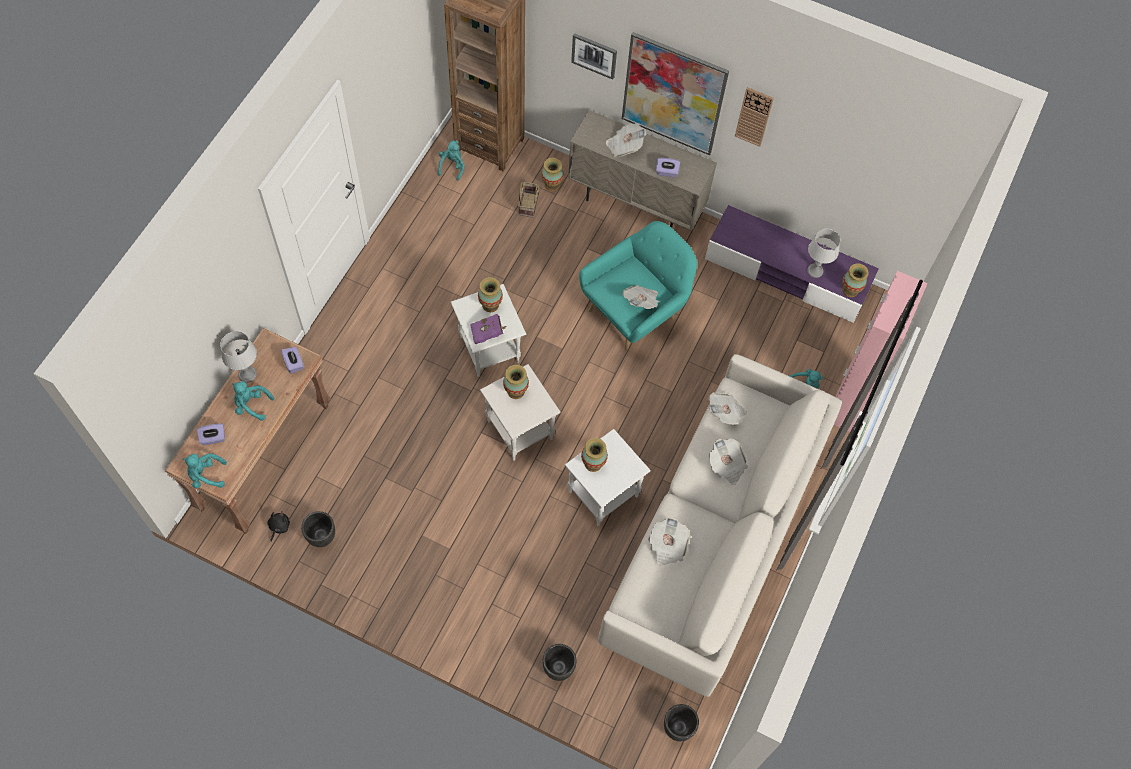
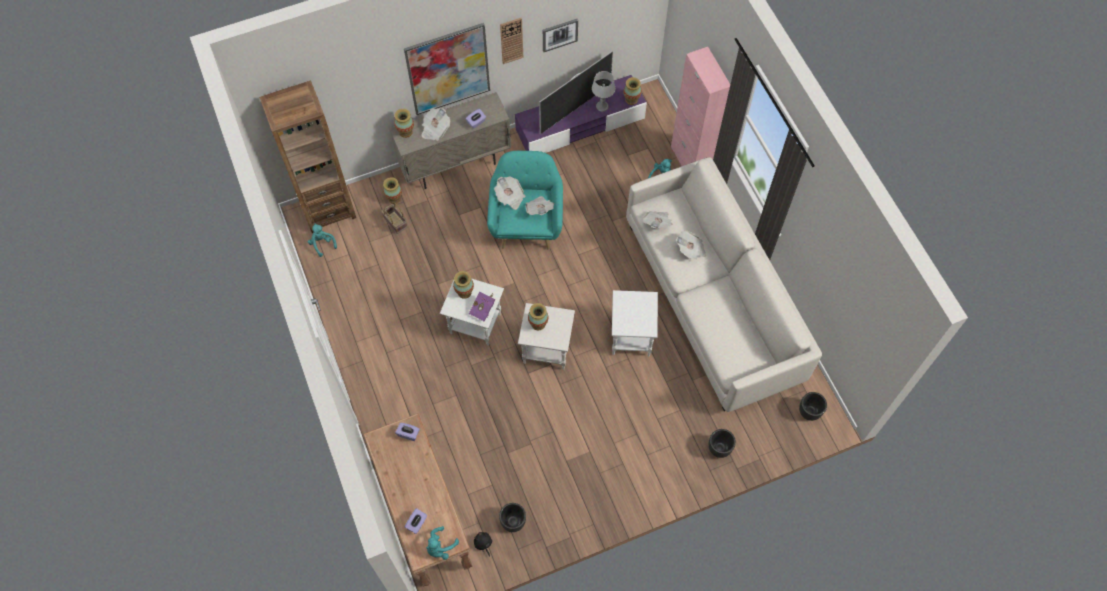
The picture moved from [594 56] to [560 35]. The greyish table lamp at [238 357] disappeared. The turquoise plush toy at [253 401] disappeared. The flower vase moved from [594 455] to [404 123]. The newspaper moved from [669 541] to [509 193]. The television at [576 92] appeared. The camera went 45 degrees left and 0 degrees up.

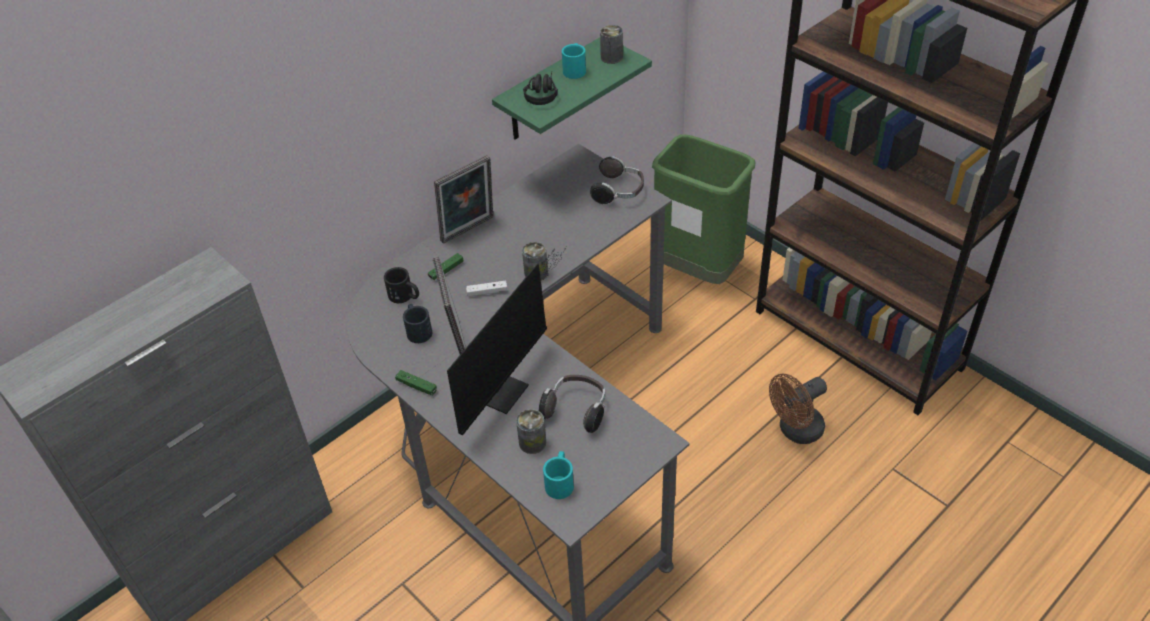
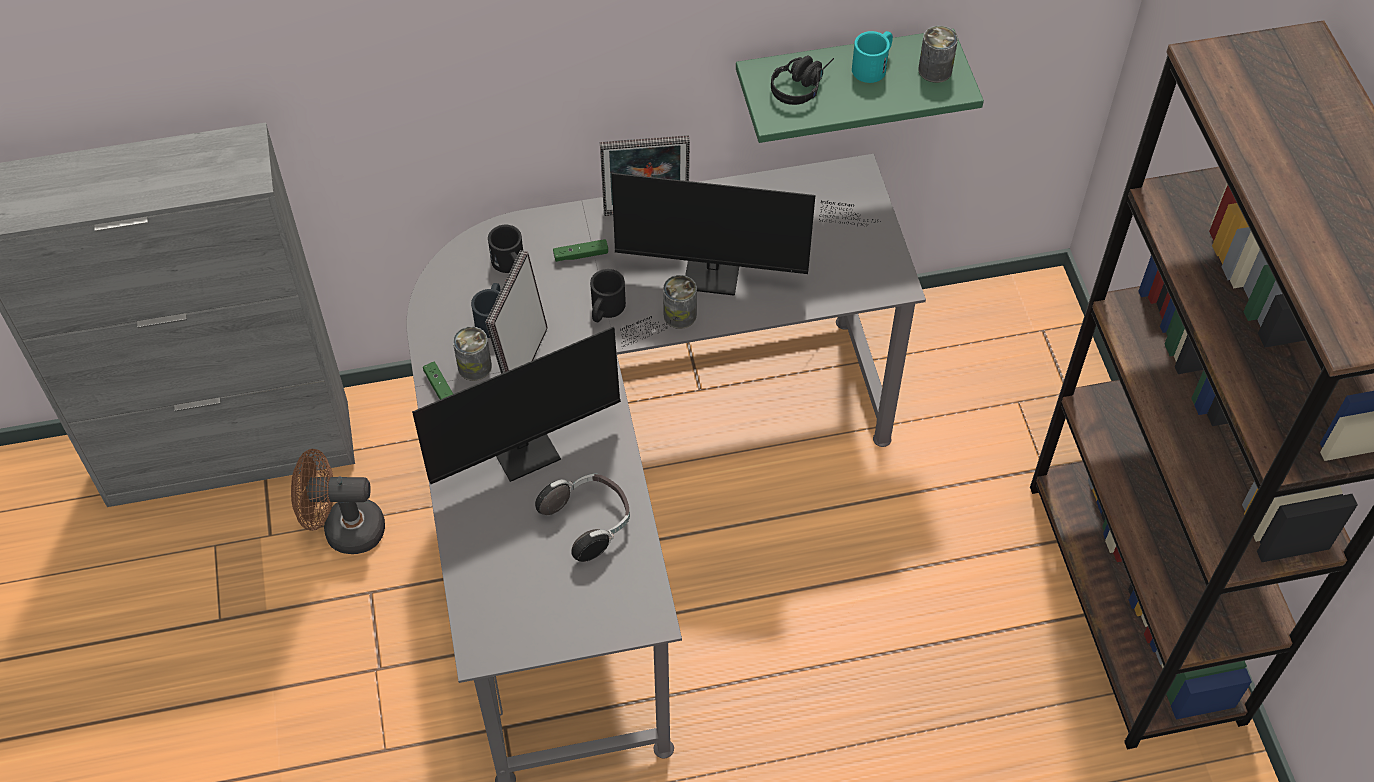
The green-coloured trash can at [703 209] disappeared. The headset at [617 180] disappeared. The white-coloured game controller at [486 289] was replaced by the black mug at [608 295]. The brownish electric fan moved from [798 408] to [338 501]. The sealed can moved from [531 431] to [472 354]. The turquoise mug at [558 475] disappeared. The computer screen at [744 234] appeared. The camera went 30 degrees right and 10 degrees up.

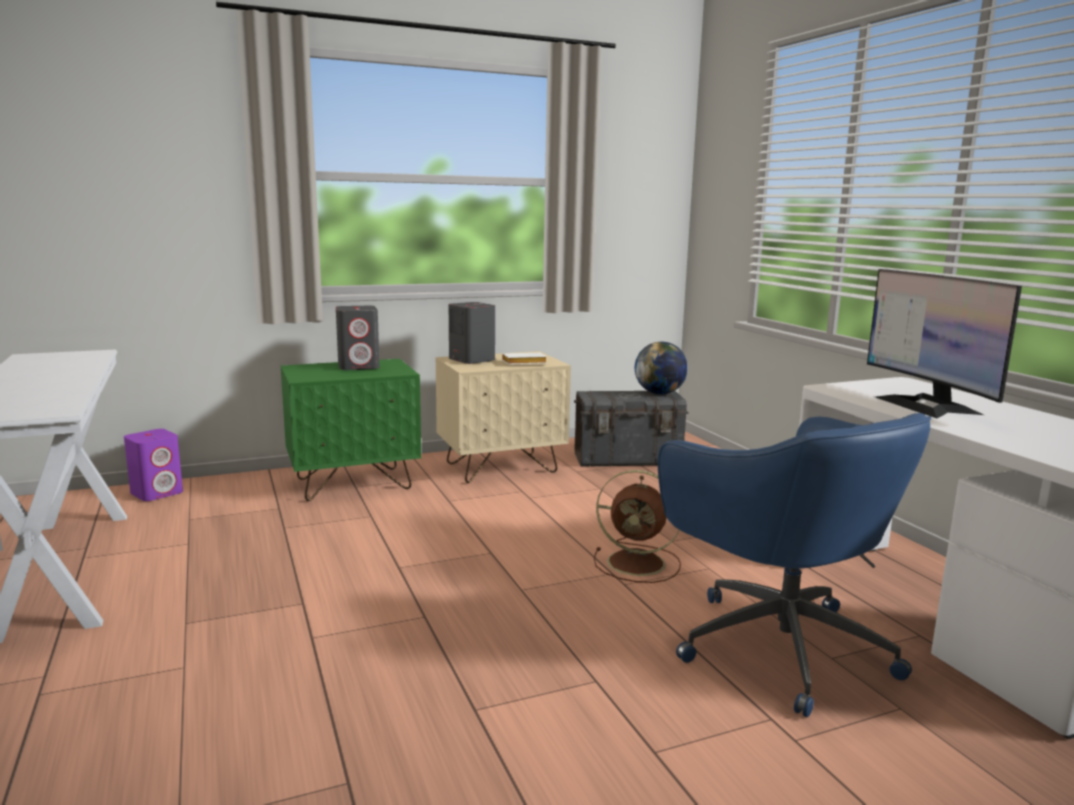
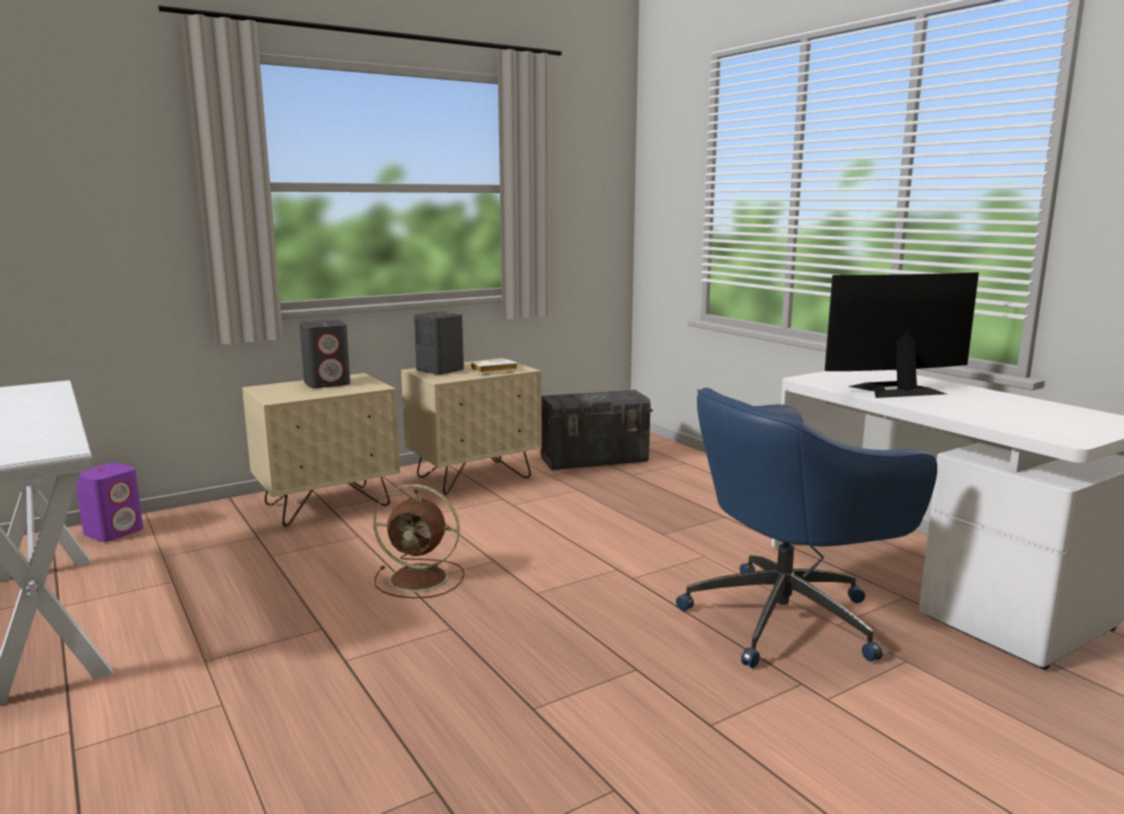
The computer screen at [944 343] turned 105 degrees clockwise. The desk globe at [661 368] disappeared. The green-coloured bedside table at [351 430] became the beige bedside table at [321 450]. The blue-coloured office chair at [794 565] turned 105 degrees clockwise. The brownish electric fan moved from [637 526] to [418 541]. The camera went 10 degrees left and 0 degrees up.

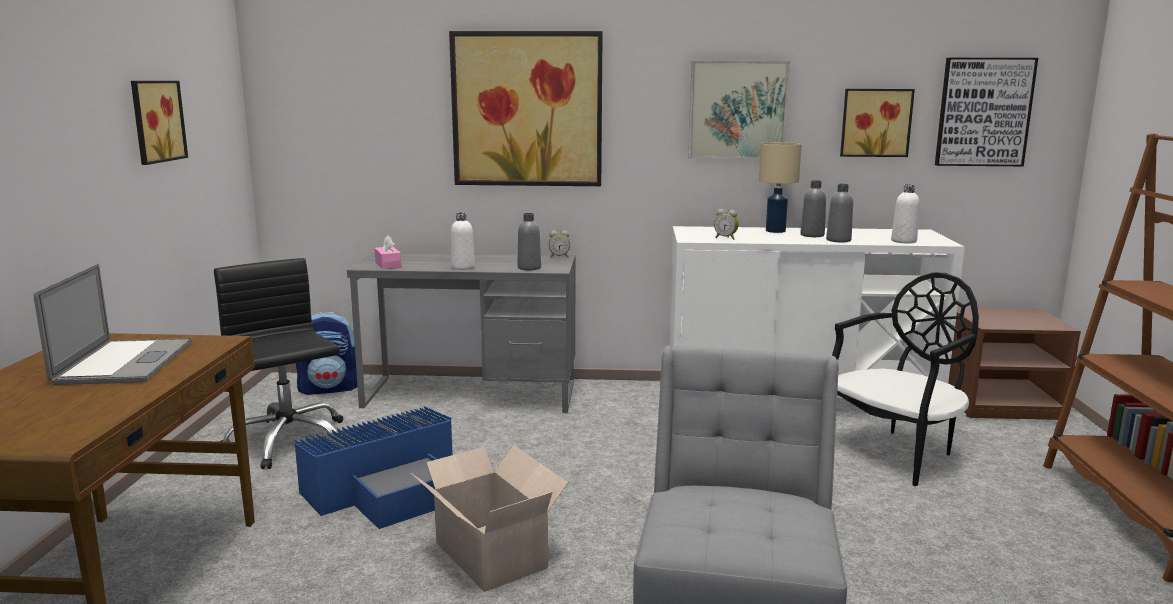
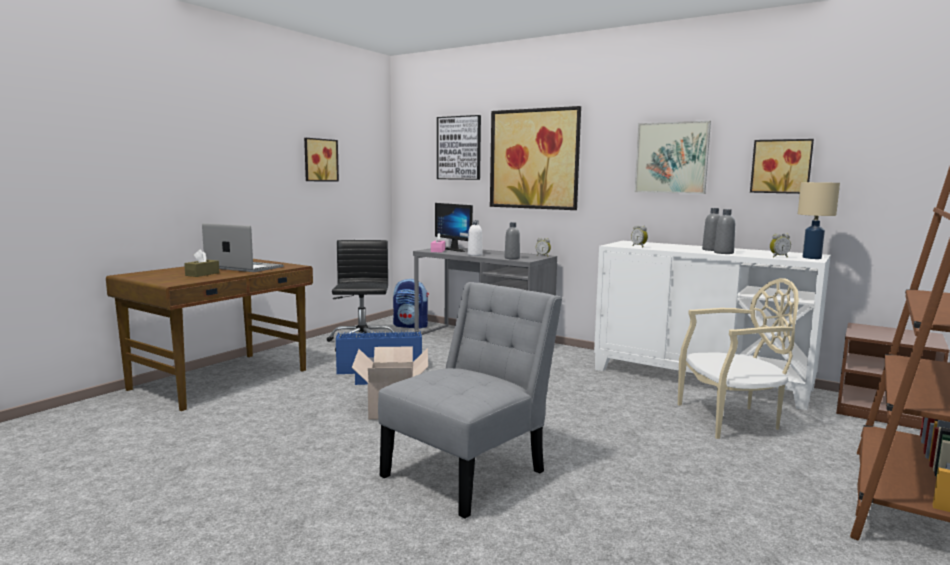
The picture moved from [986 112] to [459 147]. The beige table lamp moved from [780 187] to [819 220]. The white-coloured drink bottle at [905 213] was replaced by the bedside clock at [780 245]. The laptop at [113 324] turned 90 degrees counterclockwise. The black upright chair at [905 379] became the beige upright chair at [738 358]. The computer screen at [454 227] appeared. The brownish box of tissues at [201 263] appeared. The camera went 30 degrees right and 5 degrees down.

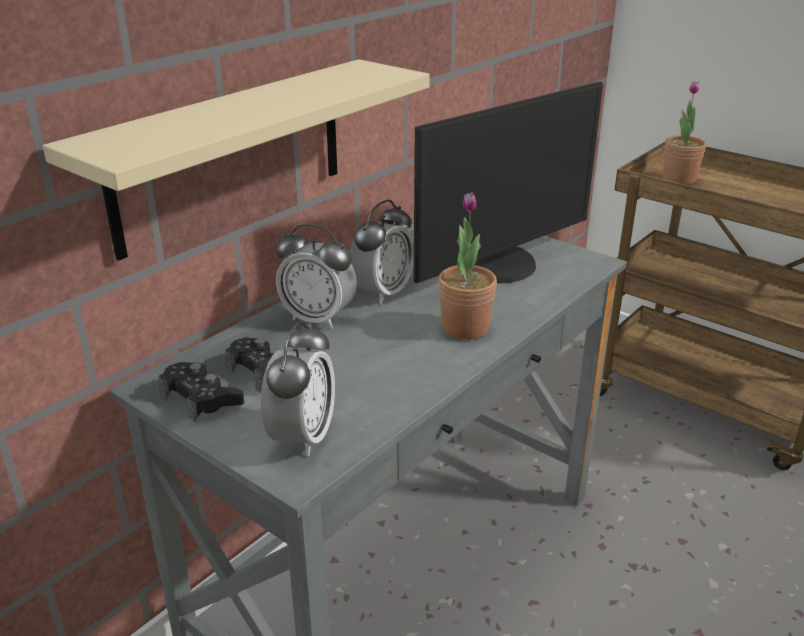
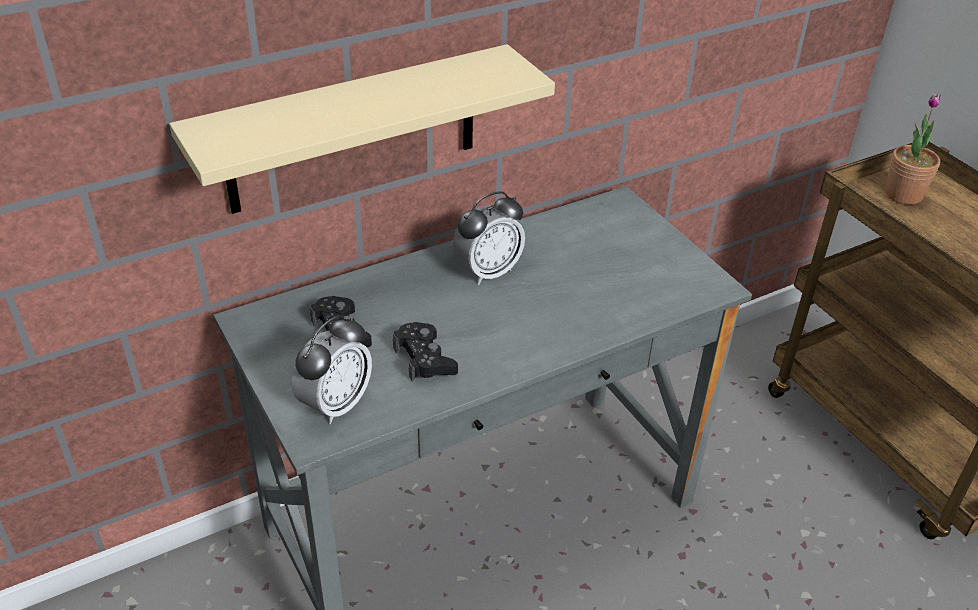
The computer screen at [508 182] disappeared. The potted plant at [467 266] disappeared. The bedside clock at [316 276] disappeared. The black game controller moved from [201 392] to [425 351]. The camera went 20 degrees right and 10 degrees up.

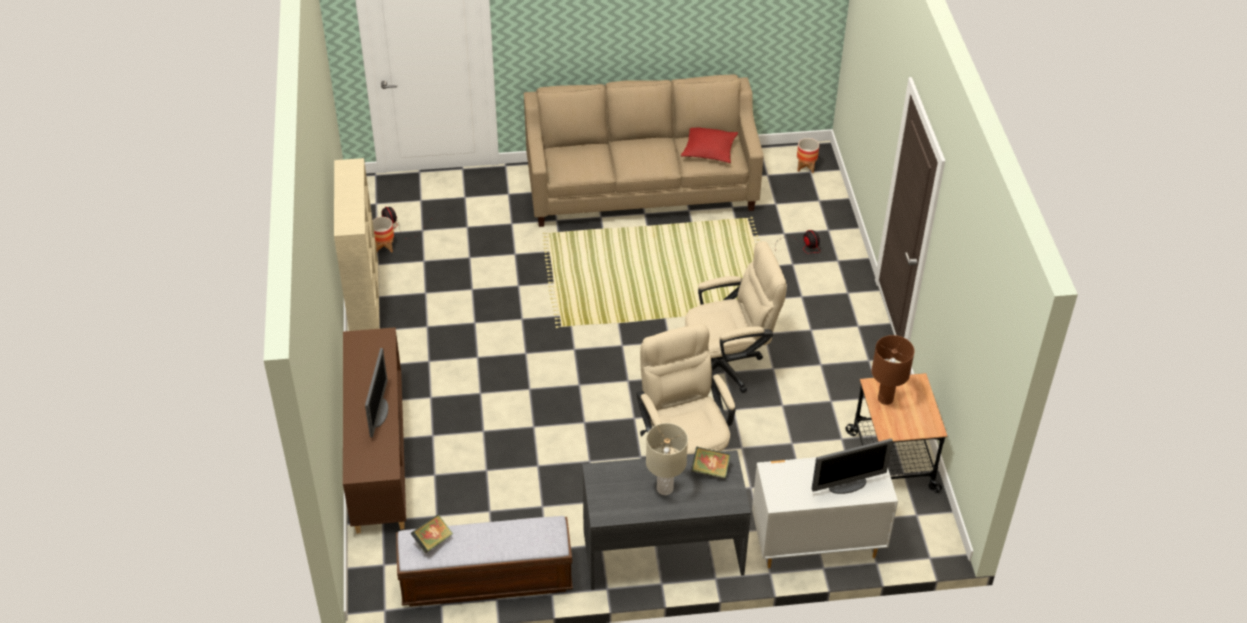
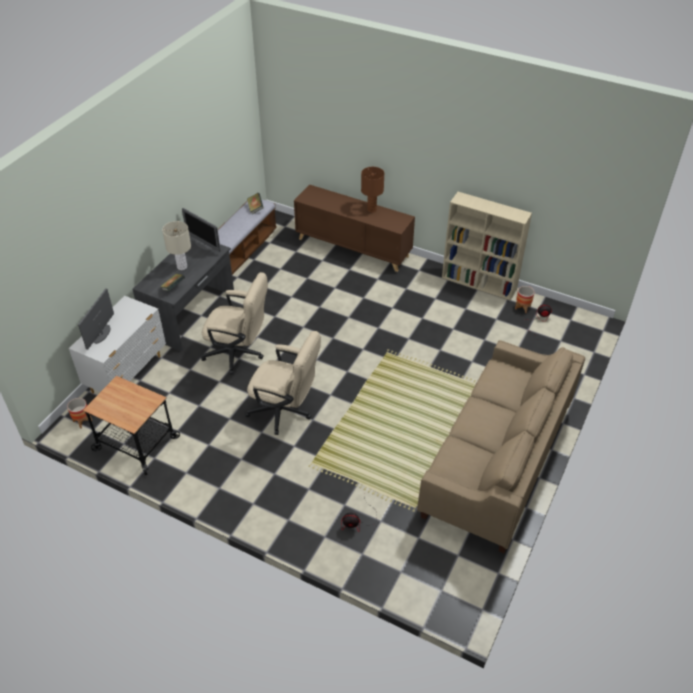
The red pillow at [709 145] disappeared. The plant pot moved from [808 155] to [79 413]. The beige office chair at [736 317] turned 90 degrees counterclockwise. The brownish table lamp moved from [893 370] to [372 190]. The computer screen moved from [376 392] to [201 230]. The camera went 125 degrees right and 0 degrees up.

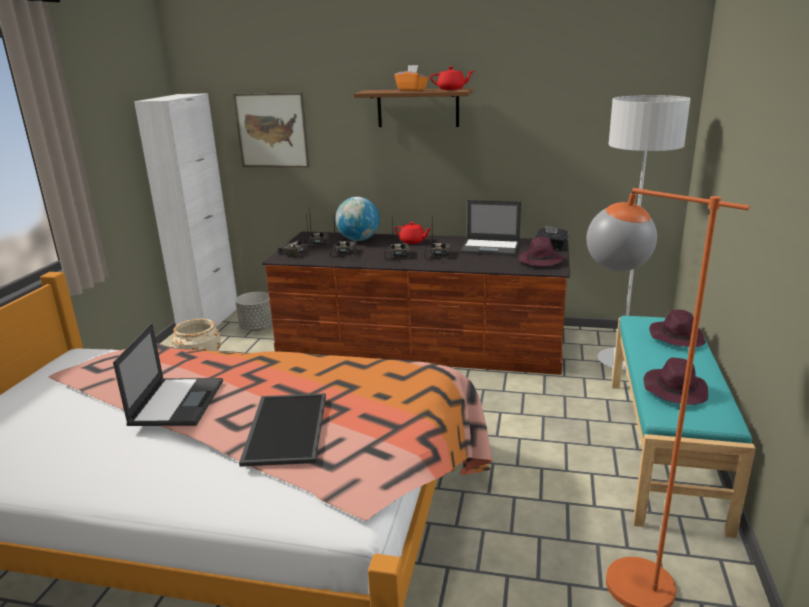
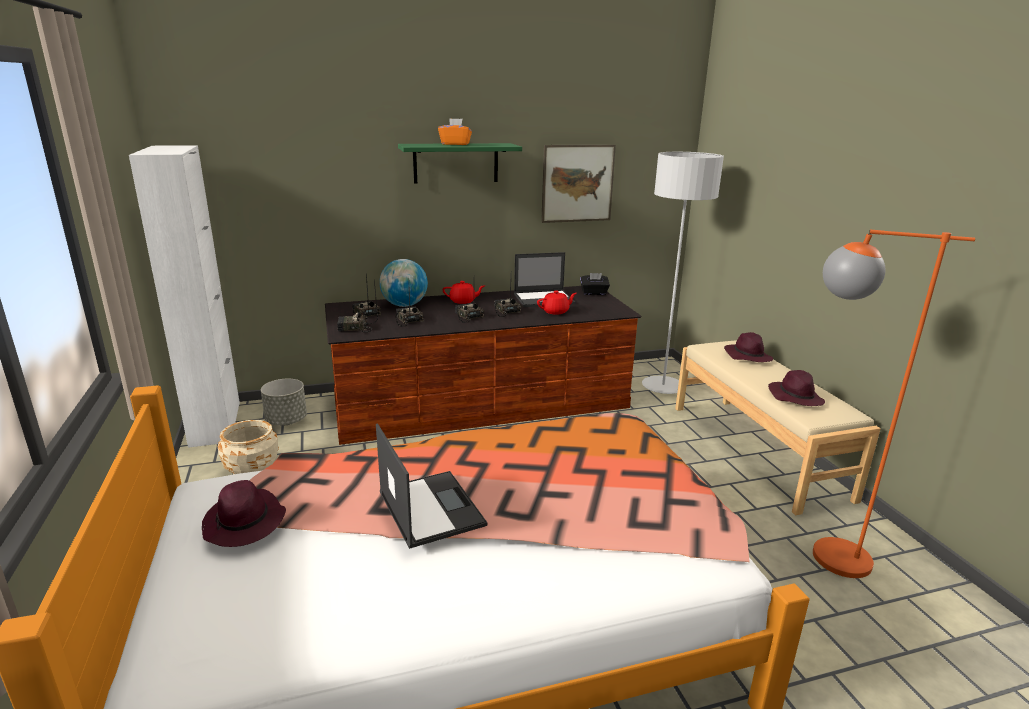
The red pot for tea moved from [452 78] to [557 303]. The brownish shelf at [413 107] became the green-coloured shelf at [460 163]. The picture moved from [271 130] to [578 184]. The purple-coloured clothing hat moved from [542 251] to [244 513]. The turquoise long seat at [684 427] became the beige long seat at [778 427]. The carrying tray at [282 430] disappeared. The camera went 30 degrees left and 0 degrees up.

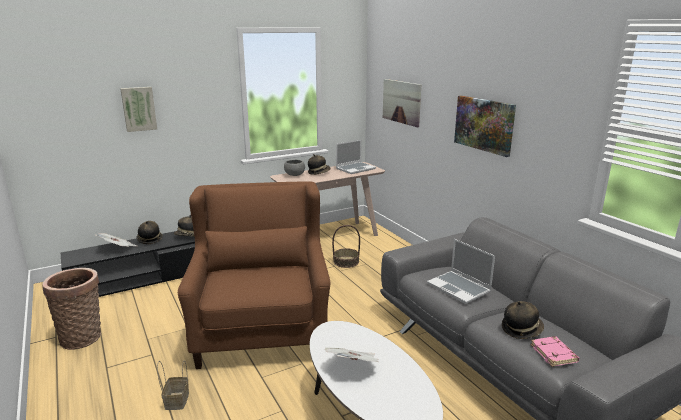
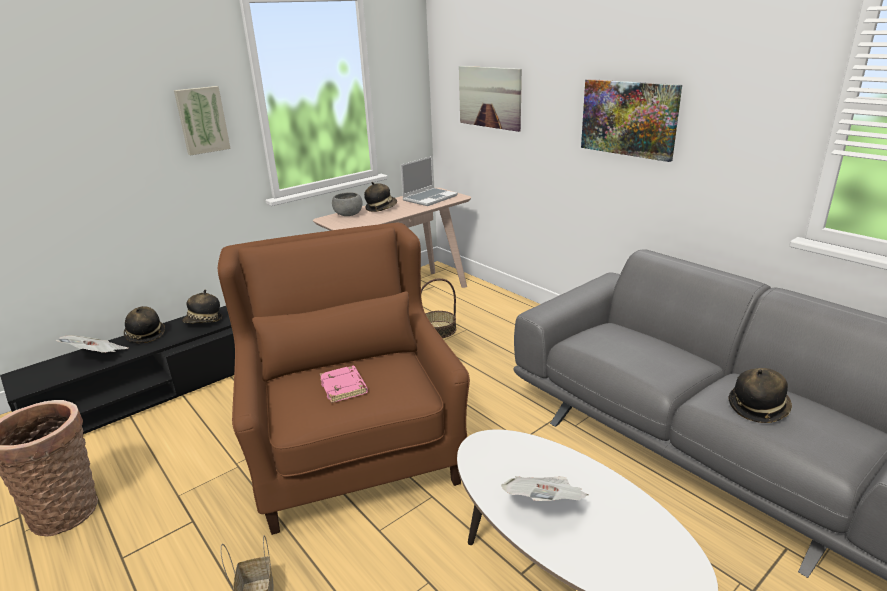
The picture moved from [138 109] to [202 120]. The laptop at [461 271] disappeared. The pinkish book moved from [554 351] to [343 384]. The camera went 10 degrees left and 5 degrees up.

